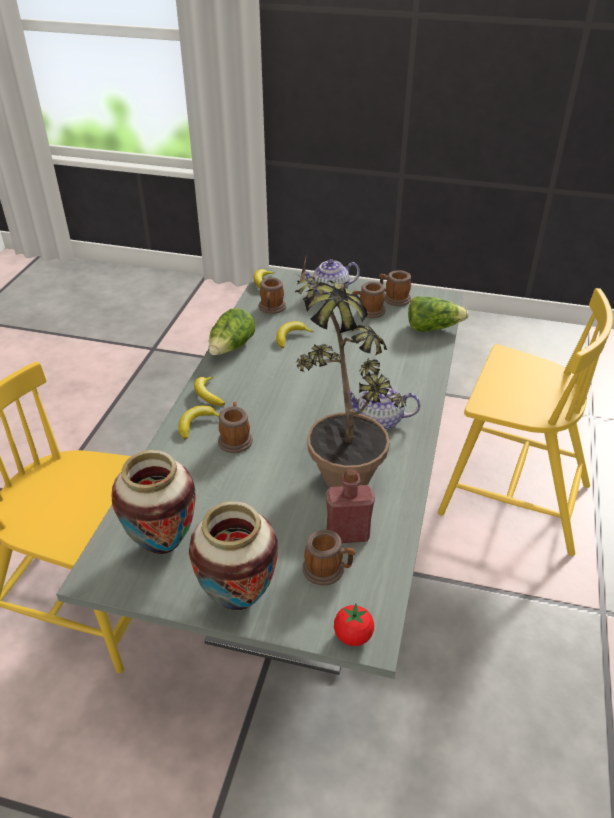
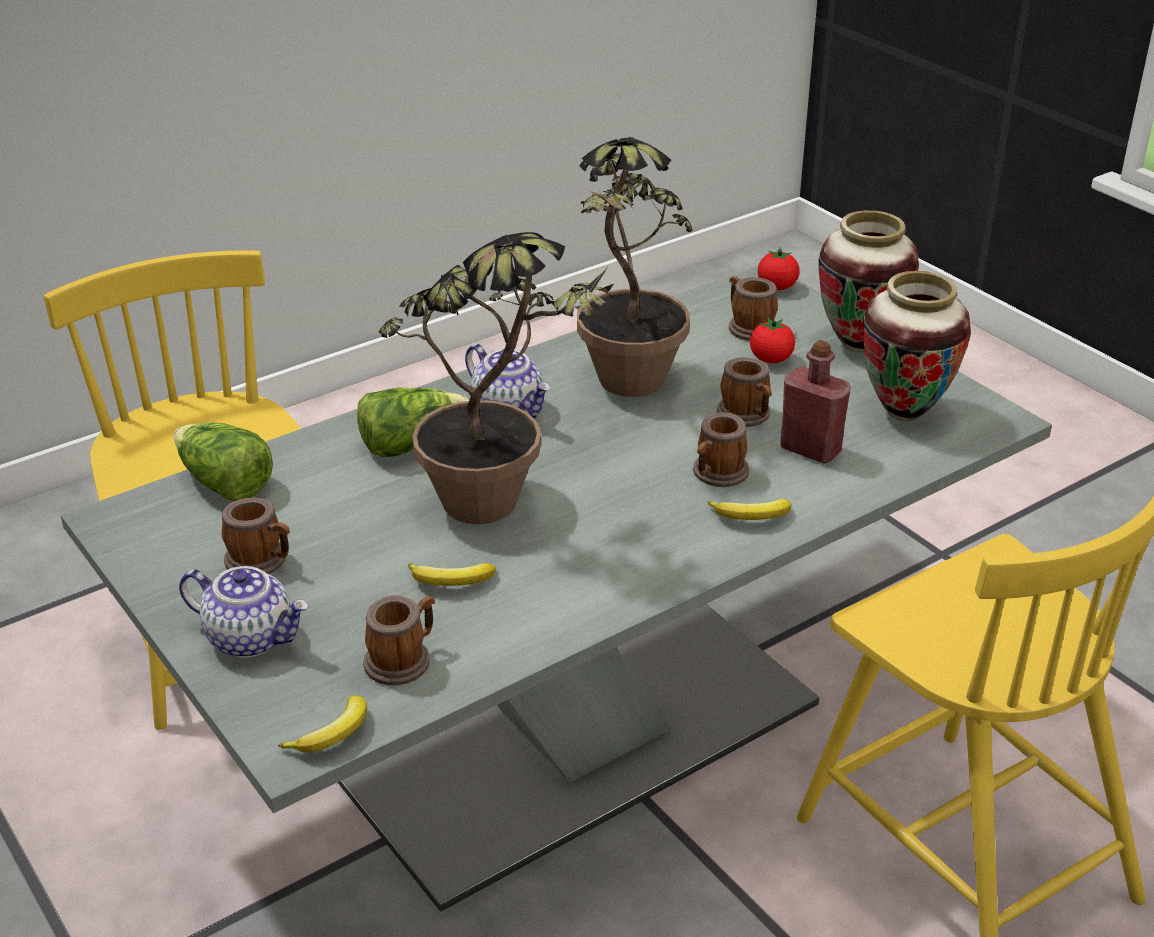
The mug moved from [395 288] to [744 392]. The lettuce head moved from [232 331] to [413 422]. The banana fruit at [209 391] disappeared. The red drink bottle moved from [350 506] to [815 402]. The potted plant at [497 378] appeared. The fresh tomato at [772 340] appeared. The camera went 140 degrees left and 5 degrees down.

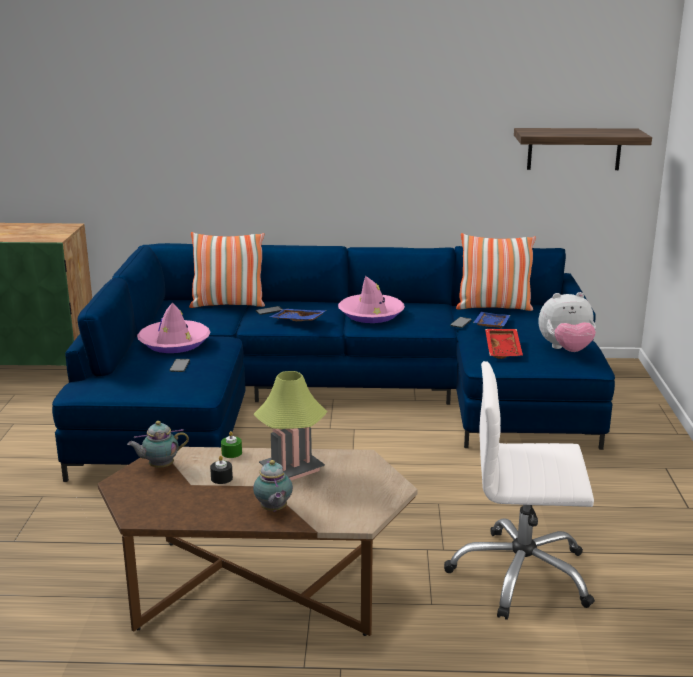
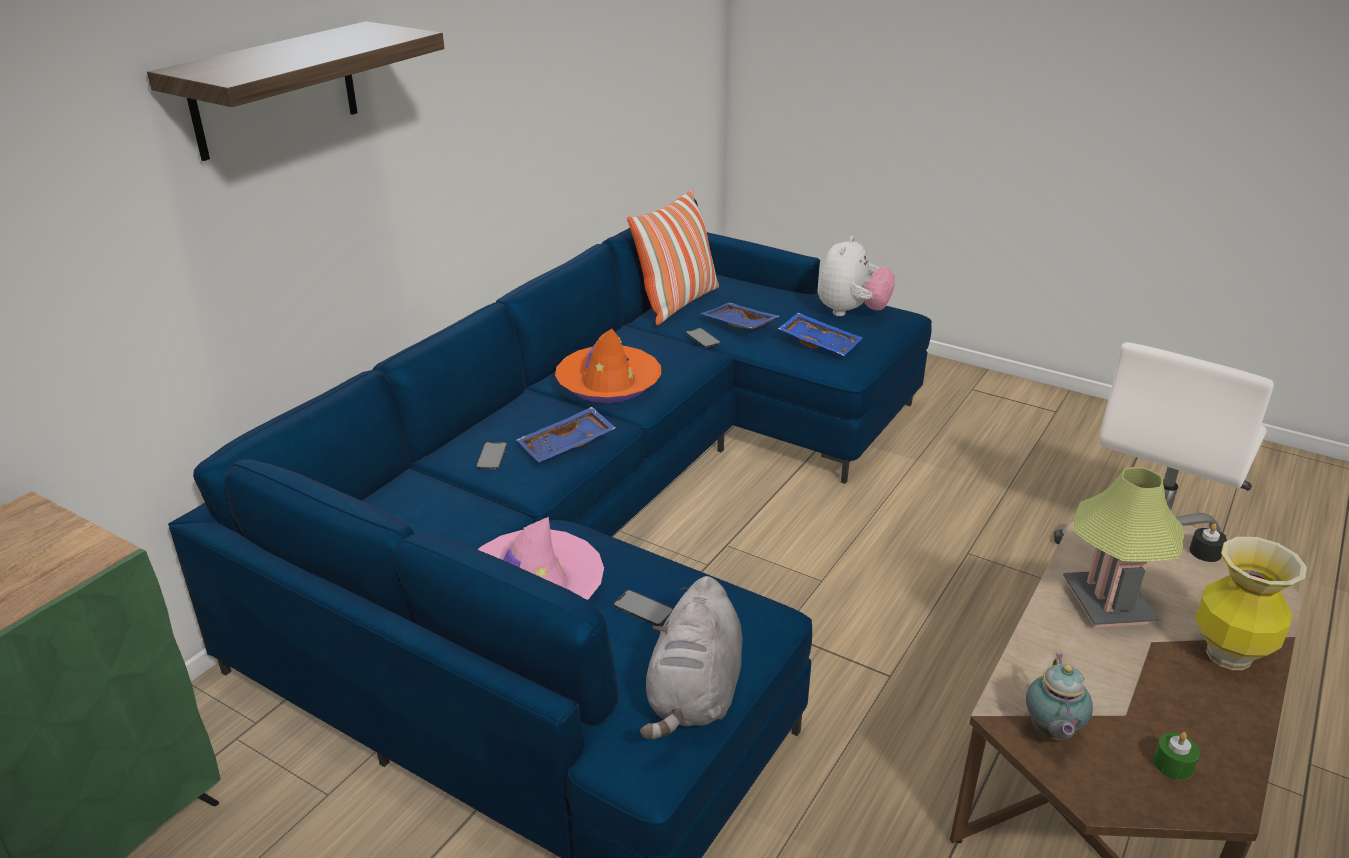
The shelf moved from [583 149] to [295 91]. The pillow at [227 270] disappeared. The pinkish clothing hat at [371 299] became the orangey clothing hat at [608 366]. The red carrying tray at [504 344] became the blue-coloured carrying tray at [820 334]. The green-coloured candle moved from [231 444] to [1176 756]. The black candle moved from [221 470] to [1208 543]. The pot for tea at [273 486] was replaced by the flower vase at [1251 603]. The greyish plush toy at [691 657] appeared. The camera went 60 degrees left and 10 degrees up.

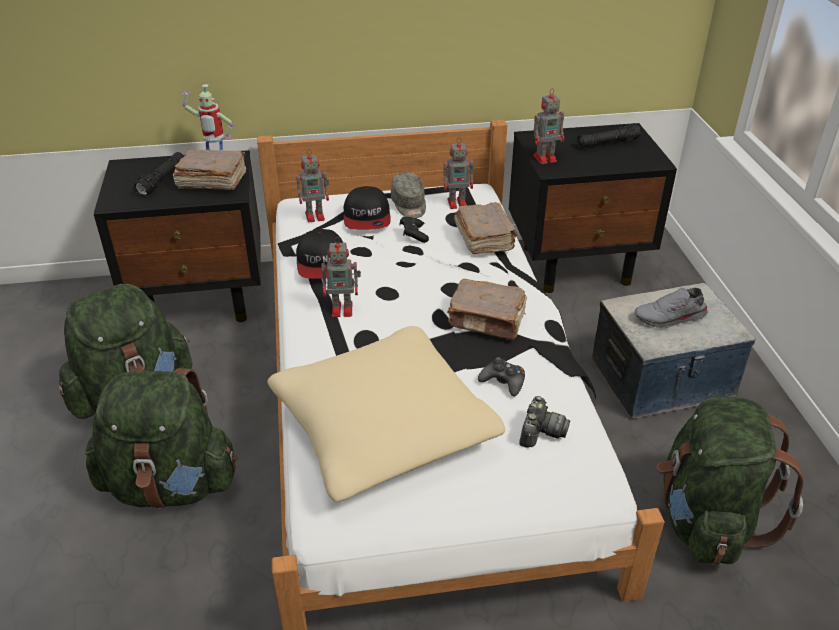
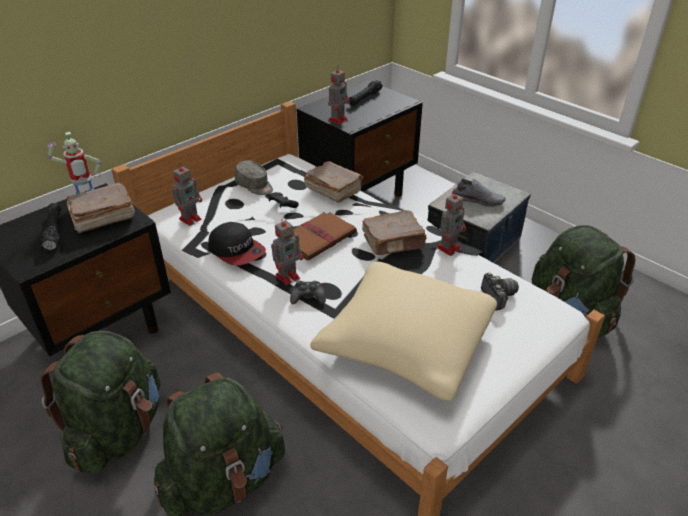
The toy robot moved from [459 173] to [451 223]. The baseball cap at [367 208] disappeared. The greyish low shoe at [671 308] turned 120 degrees counterclockwise. The black game controller moved from [501 377] to [308 292]. The brownish book at [325 235] appeared. The camera went 35 degrees left and 0 degrees up.

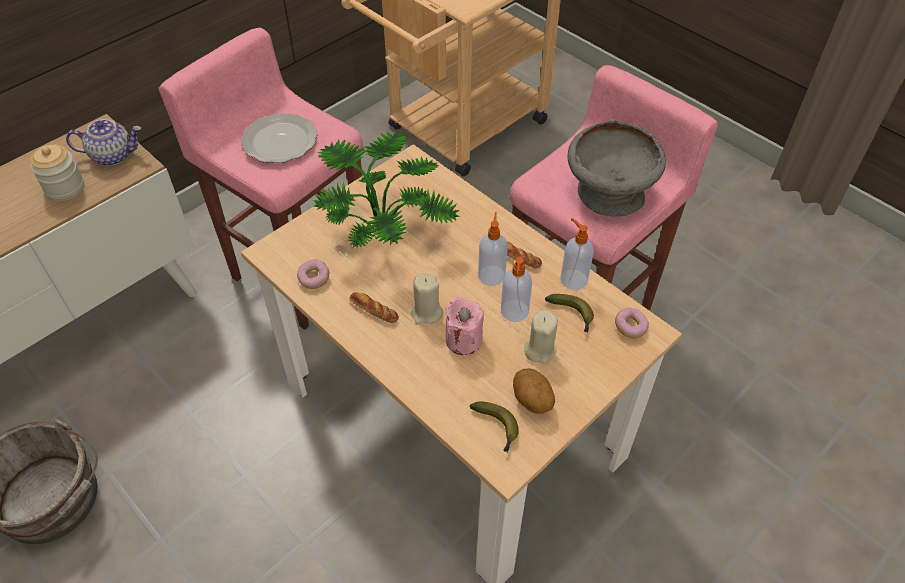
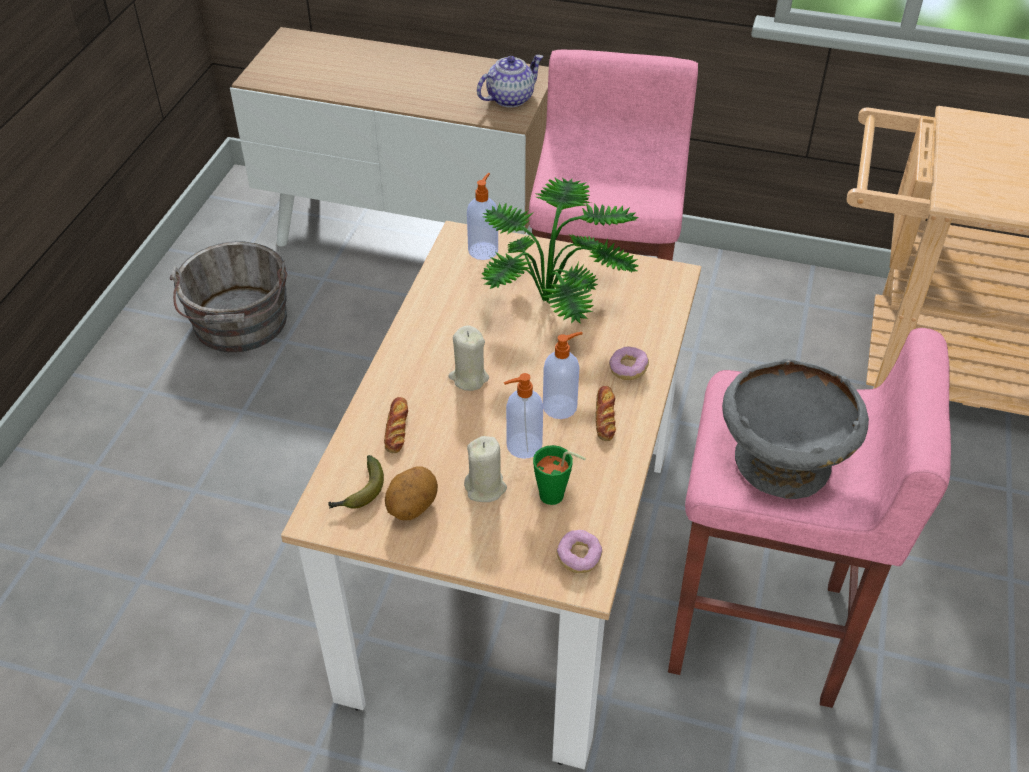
The flat dish at [279 138] disappeared. The pot for tea at [103 142] turned 90 degrees counterclockwise. The jar at [57 173] disappeared. The liquid soap bottle moved from [577 254] to [482 216]. The doughnut moved from [313 274] to [629 363]. The baked bread moved from [374 307] to [396 425]. The banana fruit at [569 313] was replaced by the green-coloured small cup at [559 475]. The pinkish candle at [464 326] disappeared. The camera went 60 degrees right and 5 degrees down.

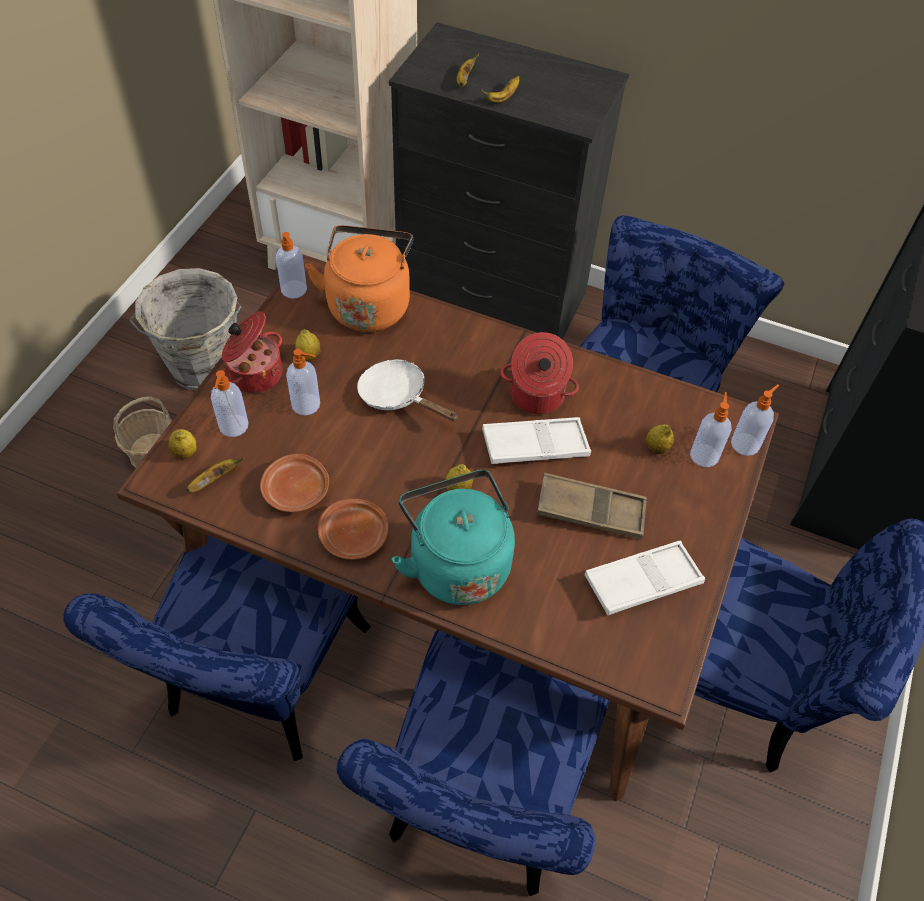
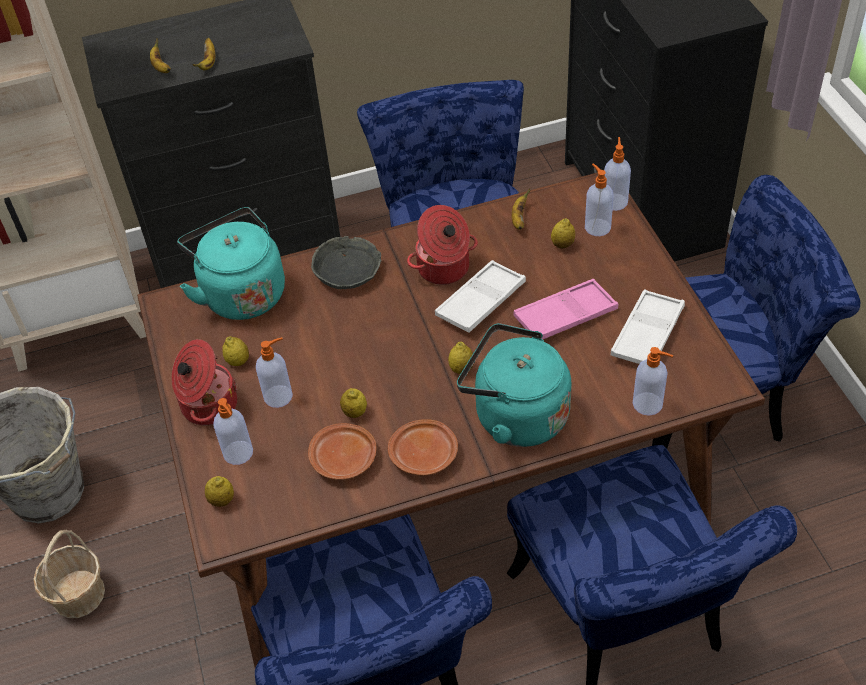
The orangey tea kettle at [359 278] became the turquoise tea kettle at [231 263]. The liquid soap bottle moved from [291 265] to [653 381]. The white-coloured skillet at [407 390] disappeared. The banana fruit moved from [215 475] to [521 209]. The brownish carrying tray at [592 506] became the pinkish carrying tray at [565 309]. The greyish deep dish at [346 262] appeared. The lemon at [353 403] appeared. The camera went 35 degrees left and 5 degrees down.

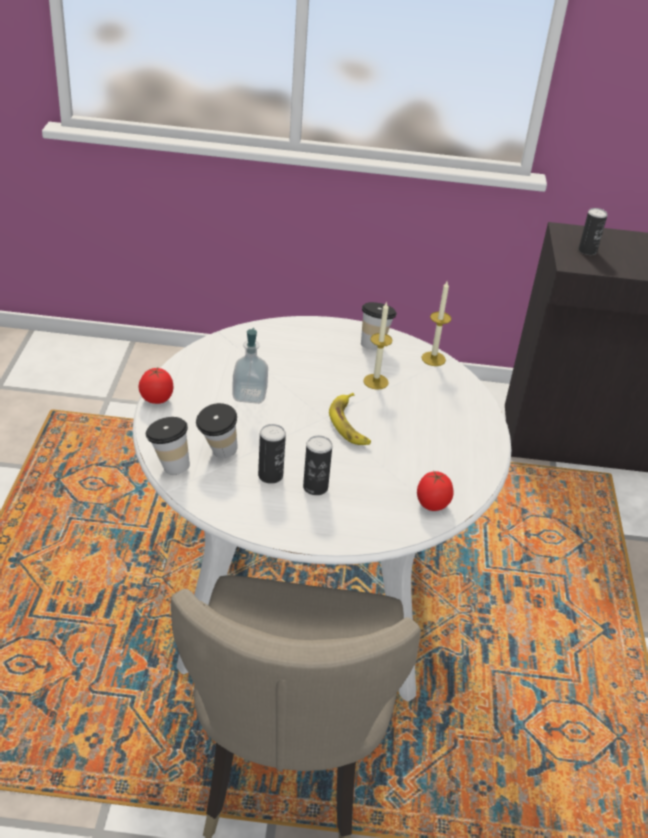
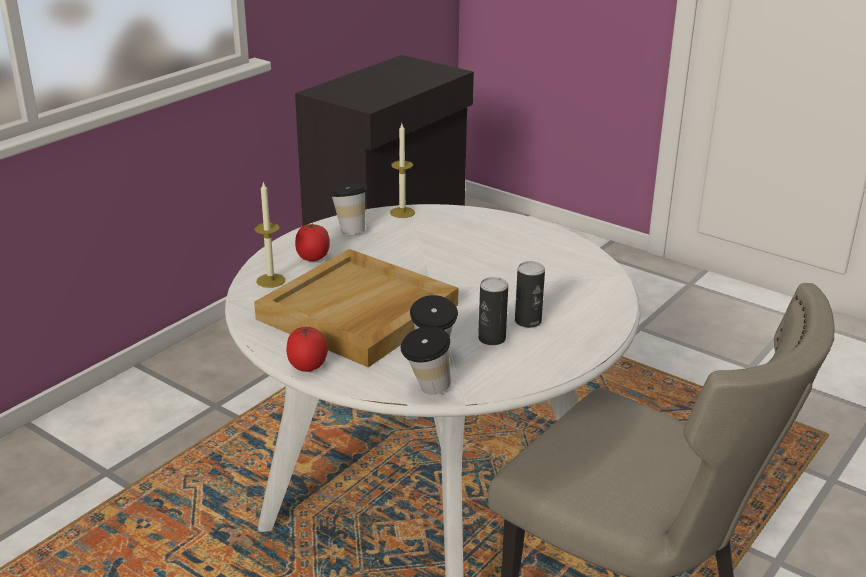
The sealed can at [592 231] disappeared. The candle moved from [378 345] to [269 234]. The liquid soap bottle at [250 366] was replaced by the beige carrying tray at [356 308]. The banana fruit at [350 419] disappeared. The fresh tomato moved from [435 491] to [312 242]. The camera went 55 degrees left and 10 degrees down.

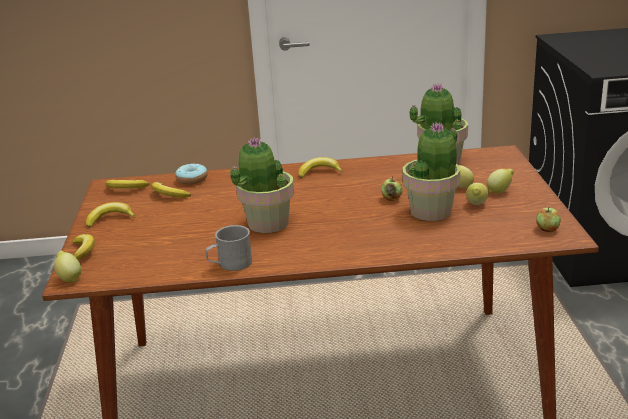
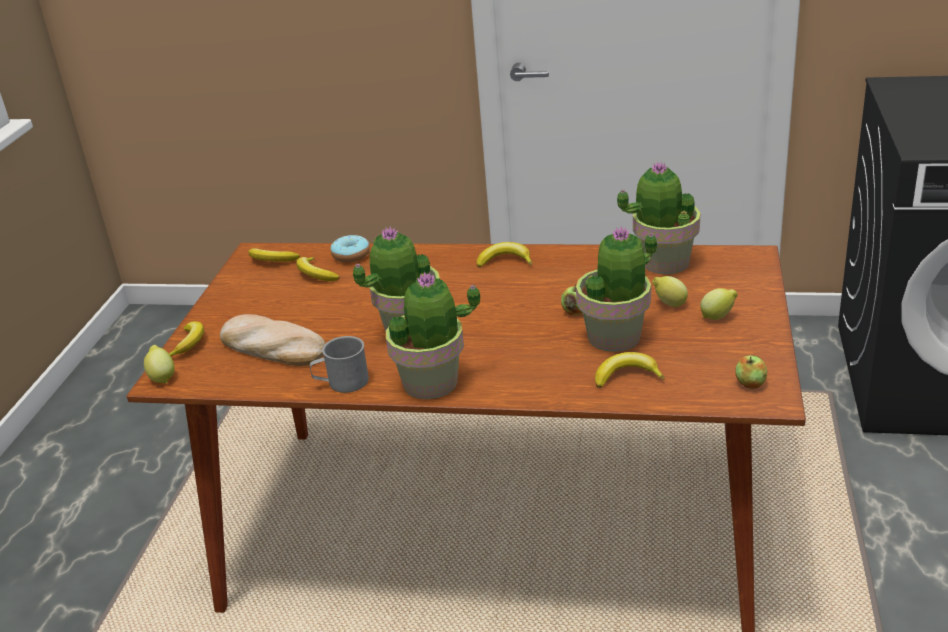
The lemon at [477 194] disappeared. The banana fruit moved from [111 215] to [630 370]. The potted plant at [433 335] appeared. The baked bread at [273 340] appeared. The camera went 15 degrees right and 5 degrees up.

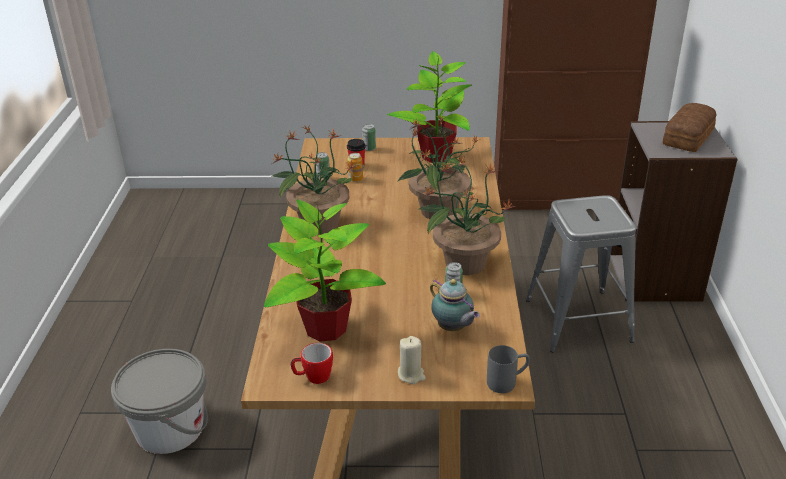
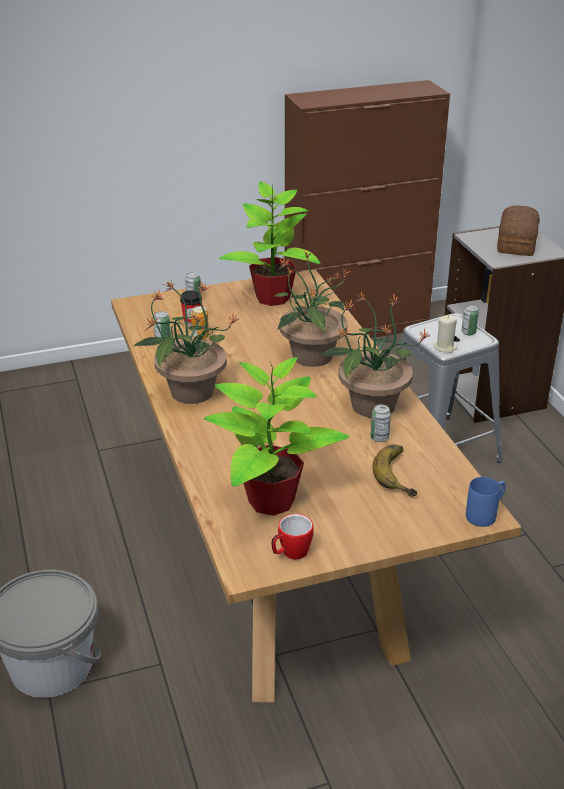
The pot for tea at [455 305] was replaced by the banana fruit at [394 470]. The beige candle moved from [412 360] to [446 334]. The greyish mug at [508 369] became the blue-coloured mug at [486 502]. The sealed can at [470 320] appeared. The camera went 20 degrees left and 0 degrees up.

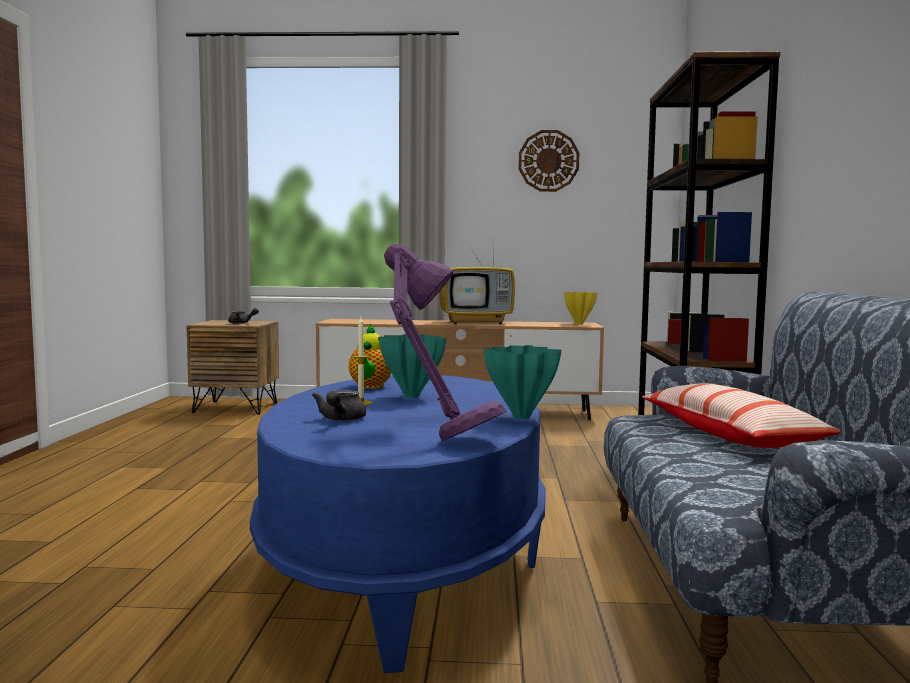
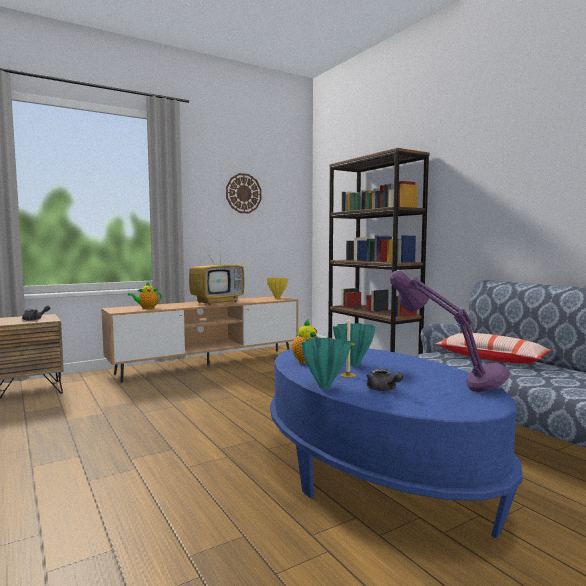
The turquoise flower vase moved from [522 382] to [326 363]. The pot for tea at [145 295] appeared. The camera went 35 degrees left and 0 degrees up.

